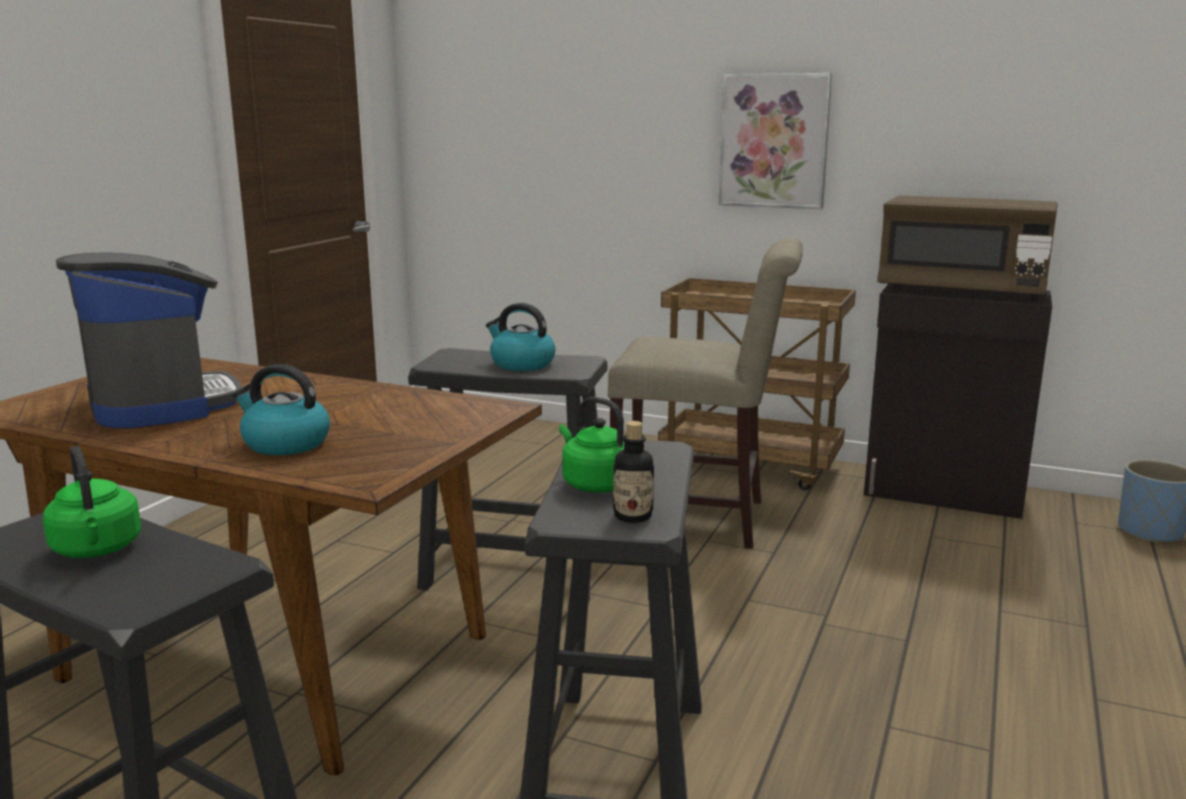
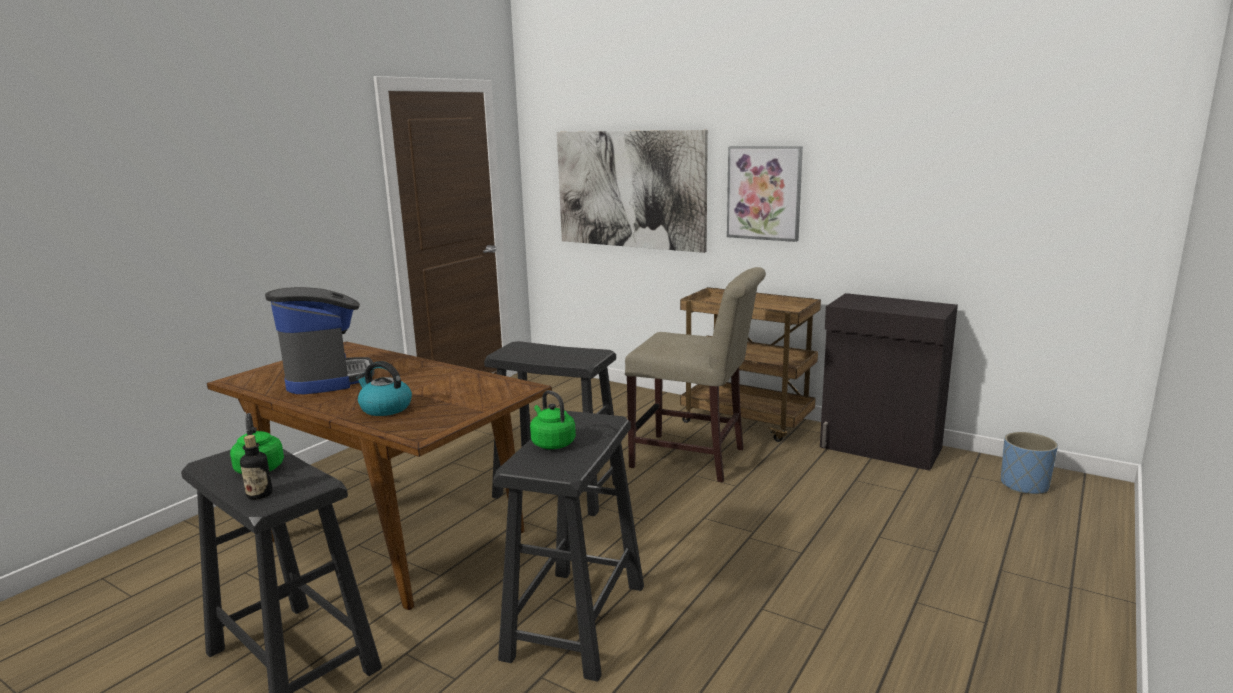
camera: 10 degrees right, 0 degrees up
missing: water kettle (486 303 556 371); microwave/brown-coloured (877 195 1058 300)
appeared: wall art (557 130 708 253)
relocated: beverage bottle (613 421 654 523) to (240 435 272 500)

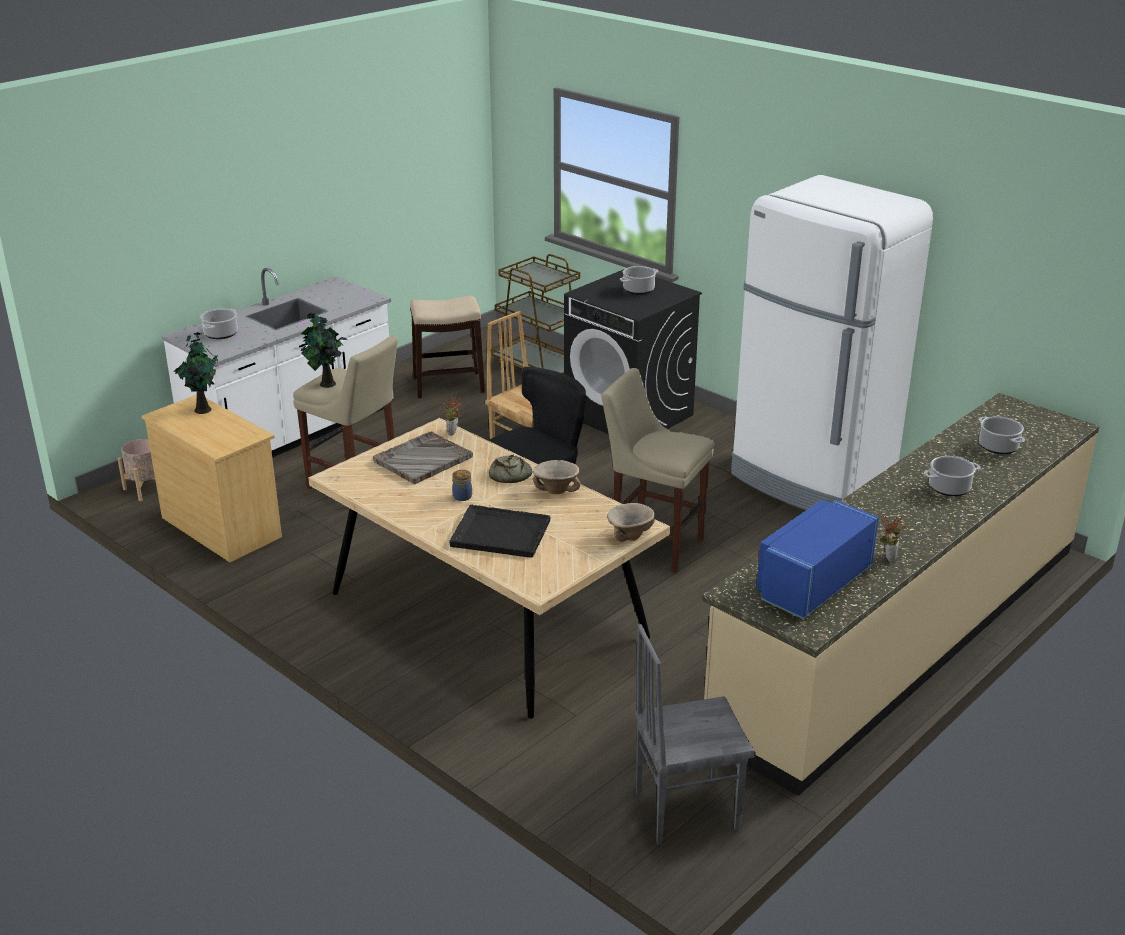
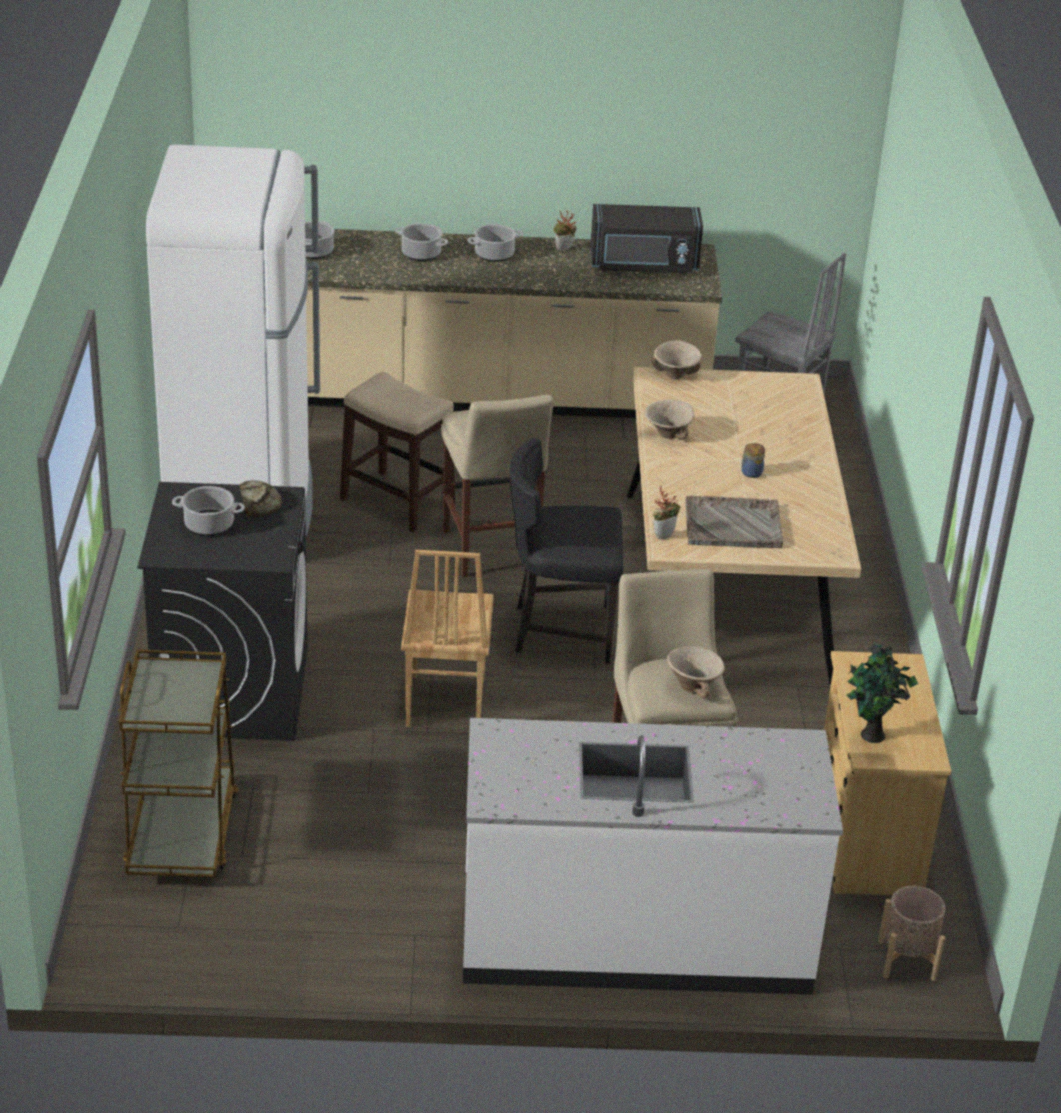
camera: 135 degrees left, 5 degrees up
missing: tray/black-coloured (449 505 550 558)
relocated: saucepot (200 308 238 339) to (467 224 523 262); sitting stool (410 296 485 398) to (340 372 455 533); bakery bread (489 455 532 483) to (240 480 282 517)
exchanged: plant in a pot (301 312 347 388) to serving bowl/beige-coloured (667 646 725 699)
colour: microwave/bluish (756 500 879 619) to microwave/black-coloured (590 204 703 273)

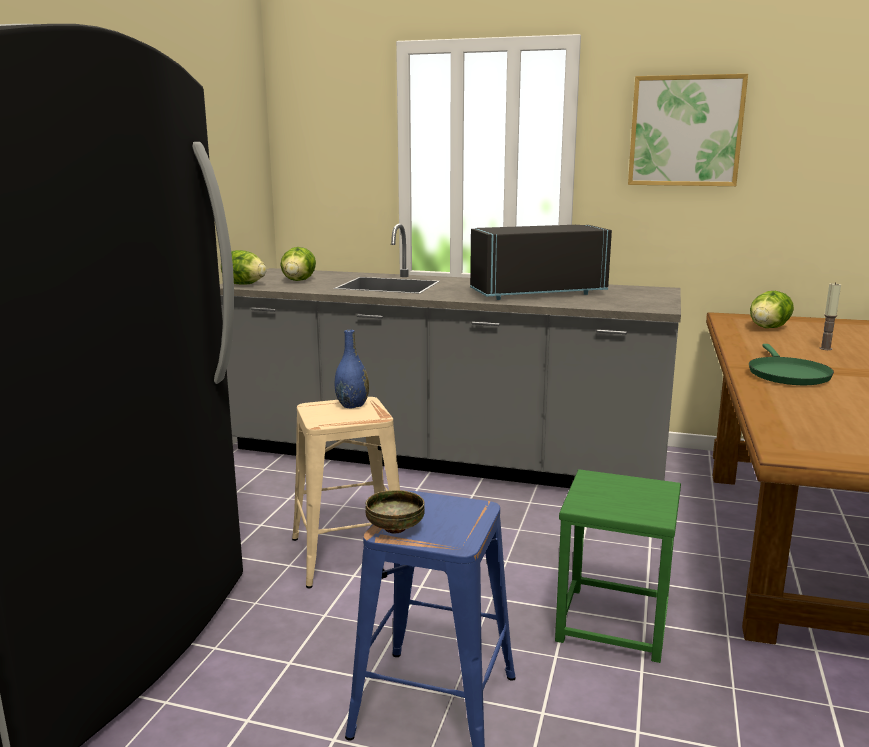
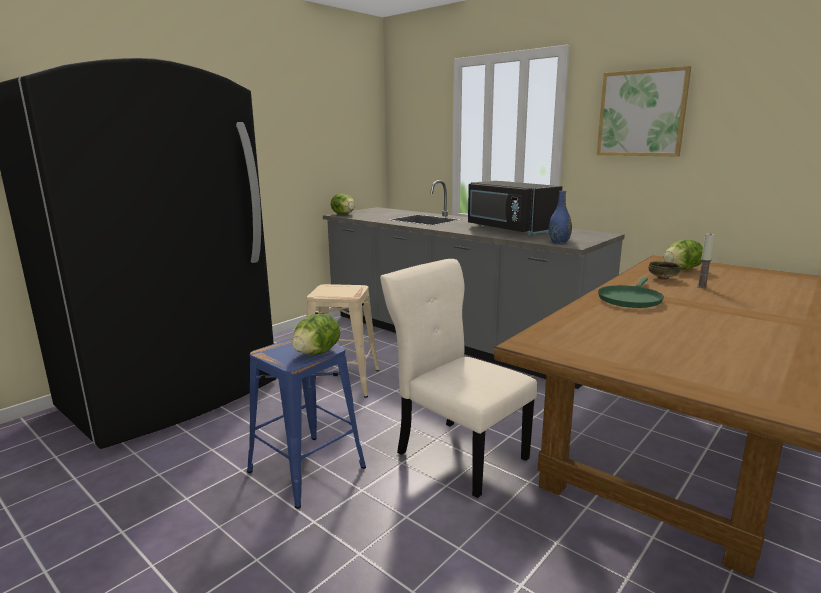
camera: 25 degrees right, 0 degrees up
relocated: lettuce (280 247 316 281) to (292 314 340 355); decorative vase/bluish (335 330 369 408) to (549 191 572 243); serving bowl (365 490 425 533) to (648 261 681 280)
exchanged: sitting stool/greenish (555 469 681 663) to upright chair/beige-coloured (380 259 537 498)
spun: microwave/black-coloured (470 225 612 300) = (468 181 562 236) 135 degrees counterclockwise

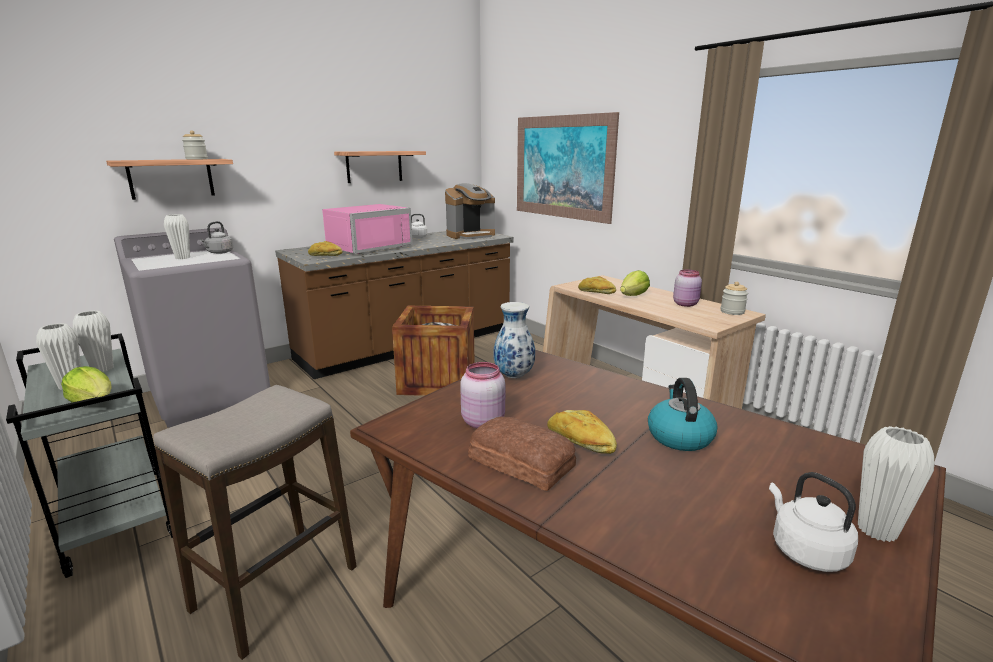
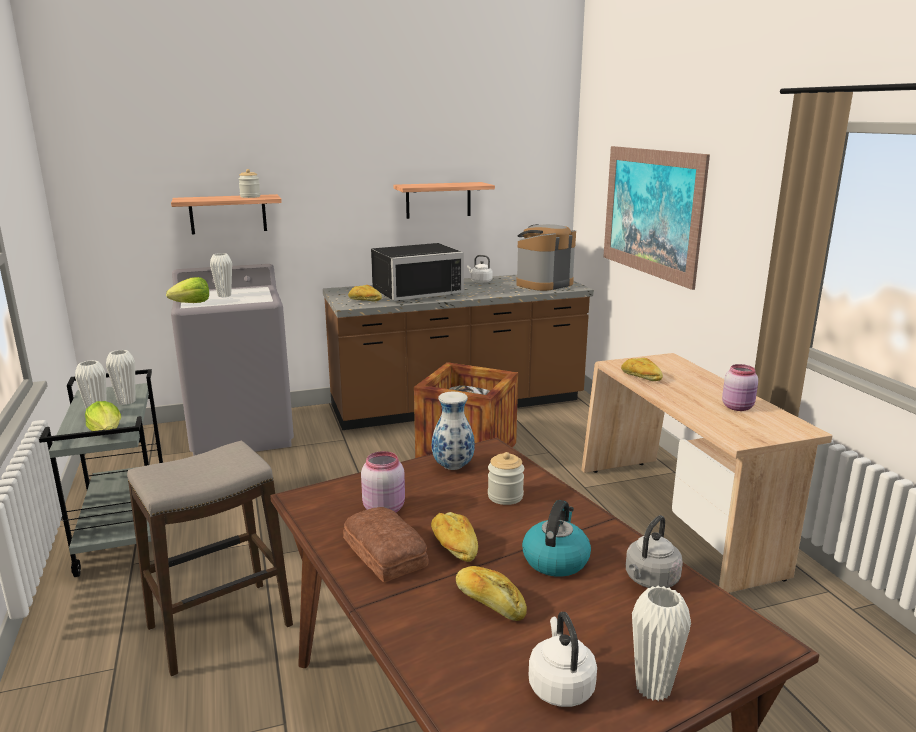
camera: 20 degrees right, 0 degrees up
appeared: bakery bread (456 566 527 621)
relocated: water kettle/gray (199 221 233 254) to (626 515 683 588); lettuce (620 270 650 296) to (166 277 209 303); storage jar (721 282 748 315) to (488 452 524 505)
colour: microwave/pink-coloured (322 204 413 254) to microwave/black-coloured (371 243 464 301)
spun: coffee brewer (445 183 495 239) = (516 224 576 291) 150 degrees clockwise

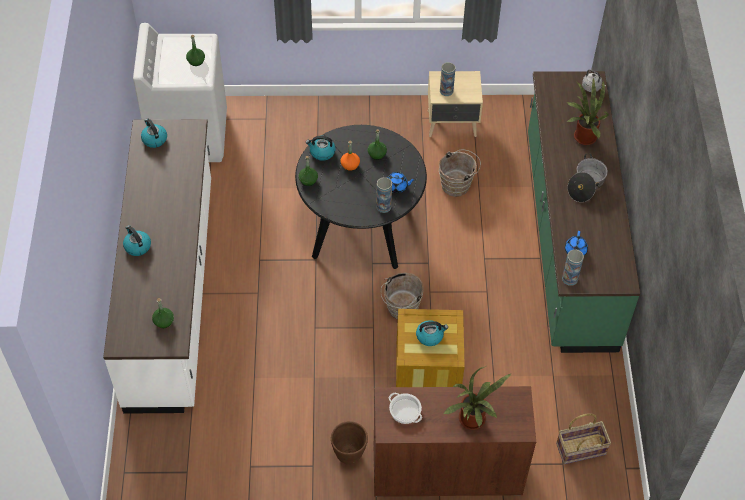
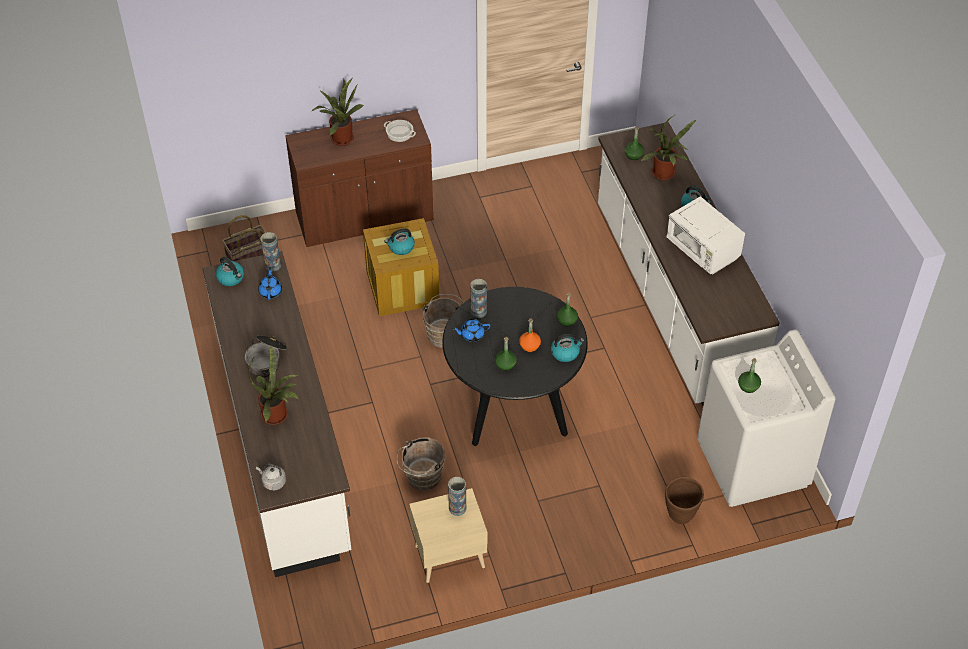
camera: 165 degrees right, 5 degrees down
appeared: plant in a pot (640 114 696 180); microwave/white-coloured (667 196 745 275)
relocated: water kettle (141 119 167 148) to (216 257 244 286); planter/brown-coloured (331 421 368 465) to (665 477 704 524)
colour: kitchen base unit/greenish (528 71 640 353) to kitchen base unit/white-coloured (202 251 351 577)

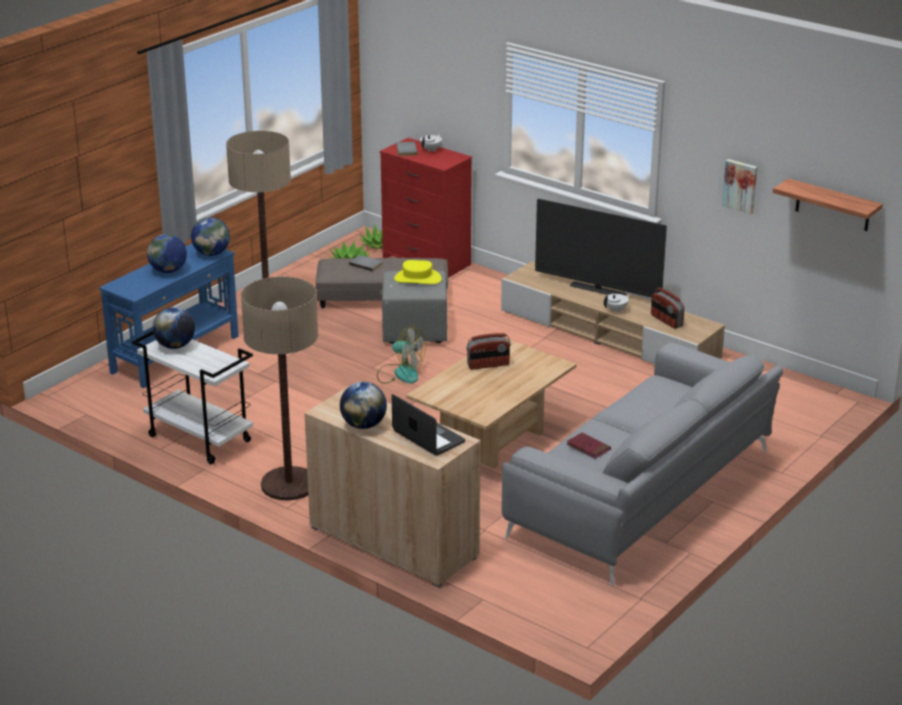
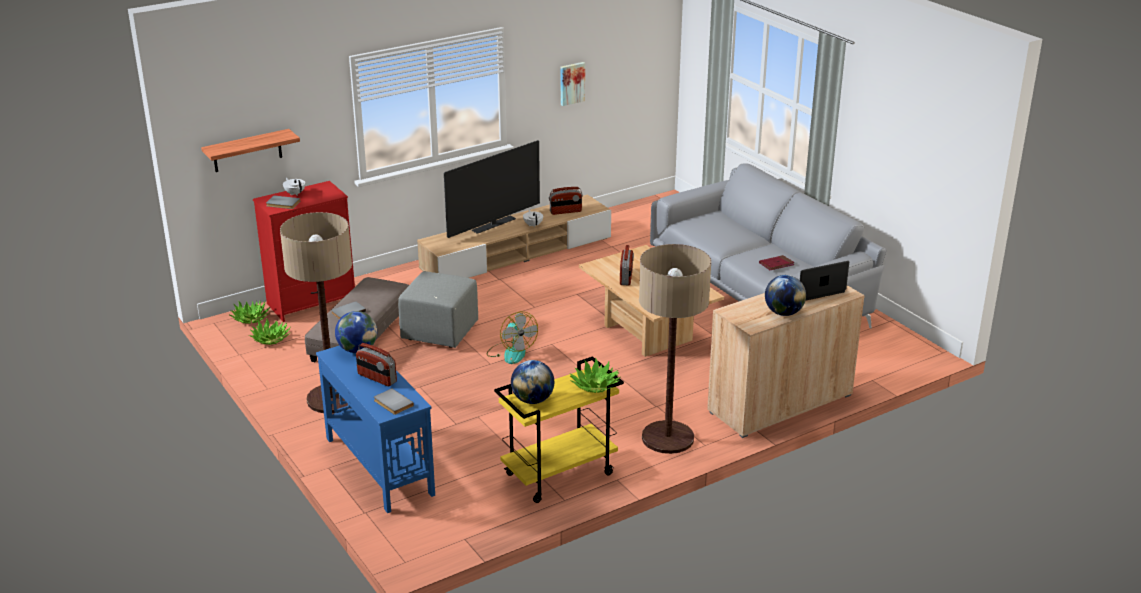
camera: 70 degrees left, 0 degrees up
missing: hat/yellow (394 260 441 284)
appeared: book/gray (374 388 414 415); plant in a pot (570 358 620 393)
relocated: shelf (773 178 883 231) to (201 129 300 172)
exchanged: globe (147 234 187 273) to radio receiver (356 343 397 386)
colour: wheeled cart/white-coloured (132 331 253 464) to wheeled cart/yellow (494 356 624 503)
spun: fan (377 326 426 384) = (487 312 538 364) 105 degrees clockwise

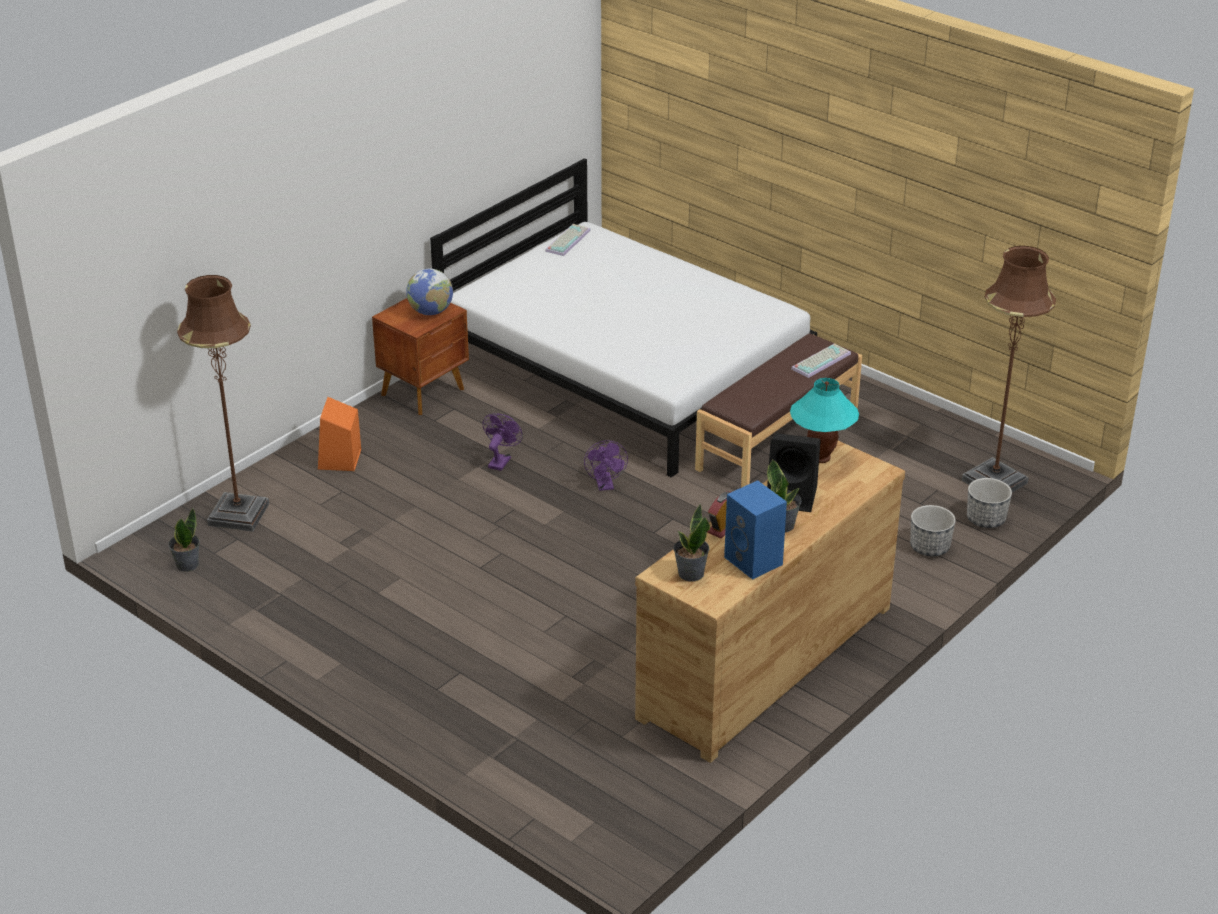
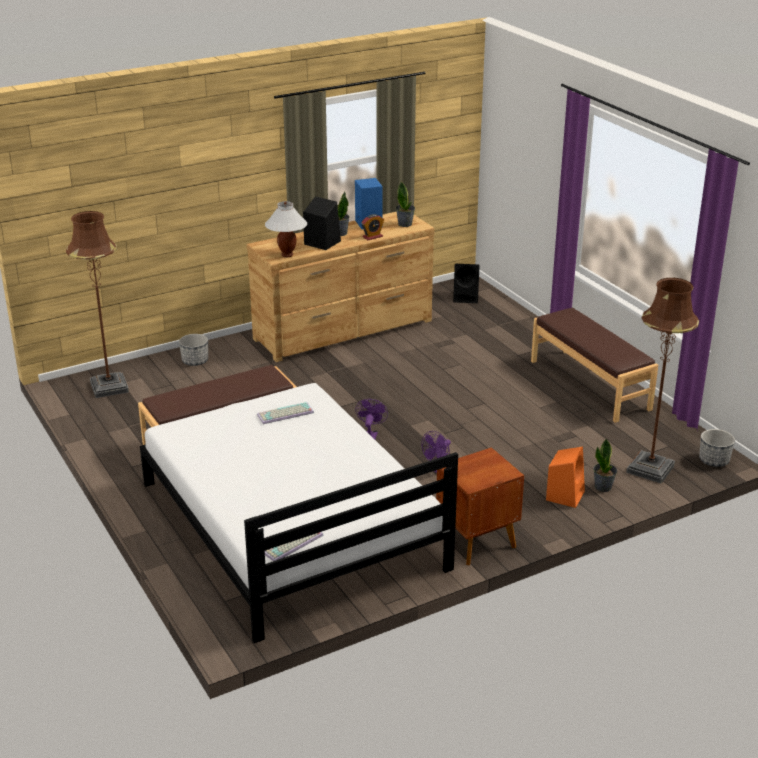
camera: 160 degrees left, 5 degrees down
missing: globe (406 269 453 315)
appeared: audio speaker/black-coloured (453 264 480 303); bench/brown-coloured (531 307 658 423)
relocated: plant in a pot (168 508 200 572) to (593 438 617 492); computer keyboard (791 343 851 378) to (257 402 314 424); planter (967 478 1012 528) to (699 429 735 467)
colour: lamp for a table/blue-green (790 378 859 463) to lamp for a table/white-coloured (265 201 307 257)

